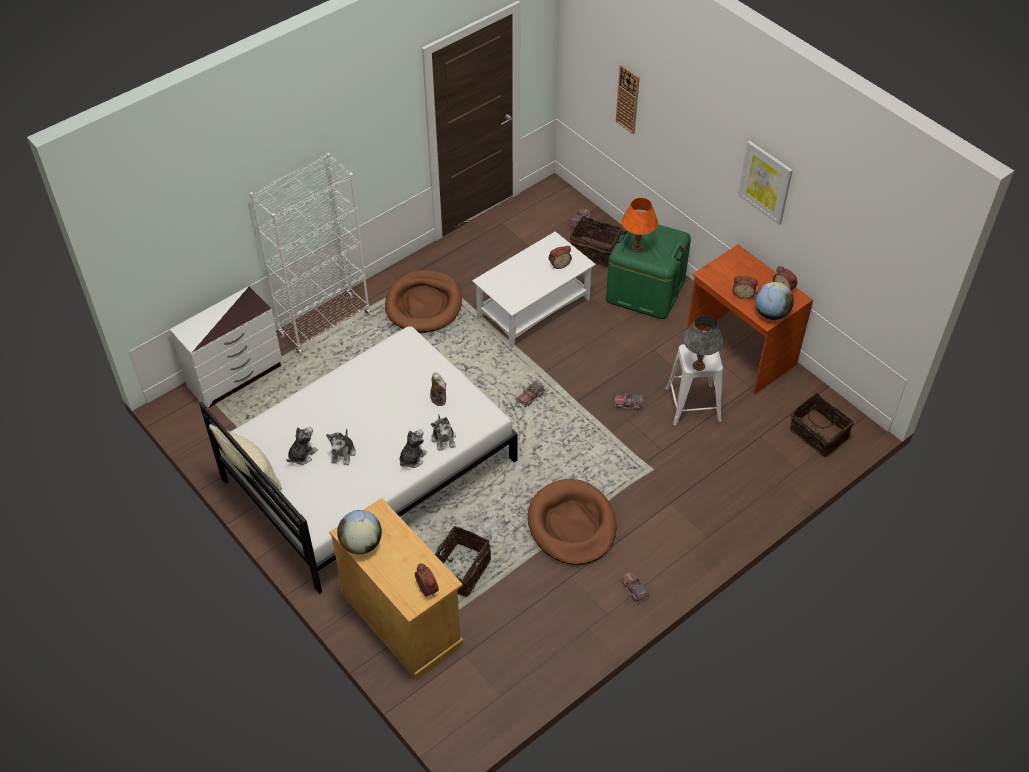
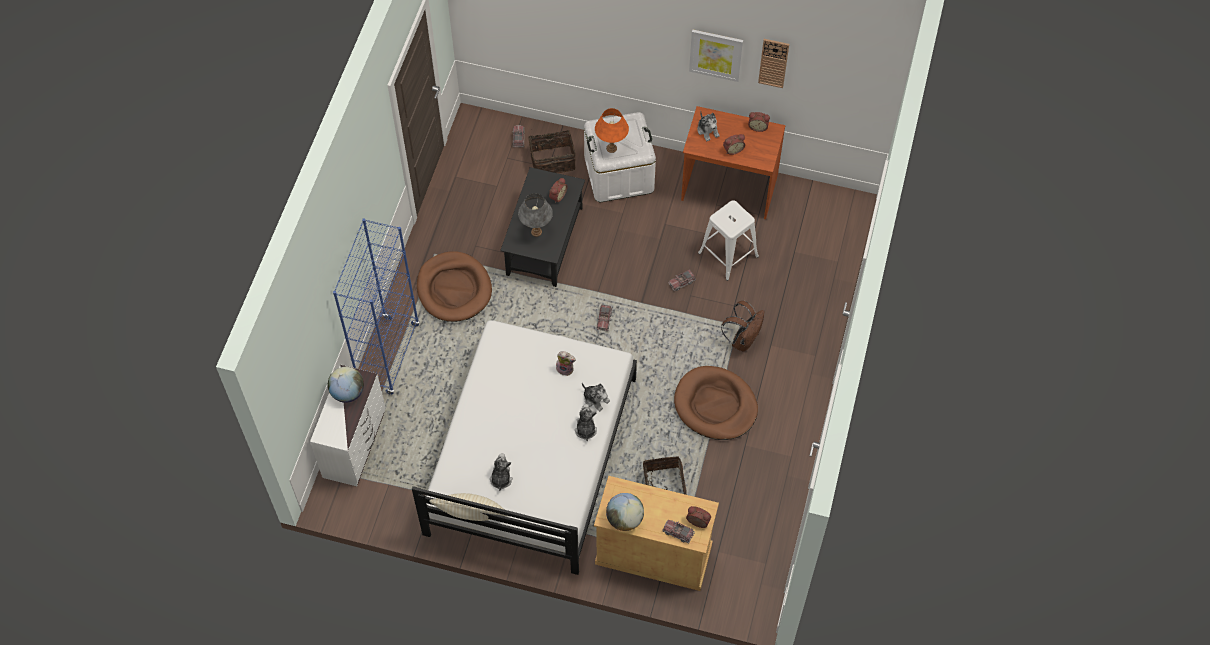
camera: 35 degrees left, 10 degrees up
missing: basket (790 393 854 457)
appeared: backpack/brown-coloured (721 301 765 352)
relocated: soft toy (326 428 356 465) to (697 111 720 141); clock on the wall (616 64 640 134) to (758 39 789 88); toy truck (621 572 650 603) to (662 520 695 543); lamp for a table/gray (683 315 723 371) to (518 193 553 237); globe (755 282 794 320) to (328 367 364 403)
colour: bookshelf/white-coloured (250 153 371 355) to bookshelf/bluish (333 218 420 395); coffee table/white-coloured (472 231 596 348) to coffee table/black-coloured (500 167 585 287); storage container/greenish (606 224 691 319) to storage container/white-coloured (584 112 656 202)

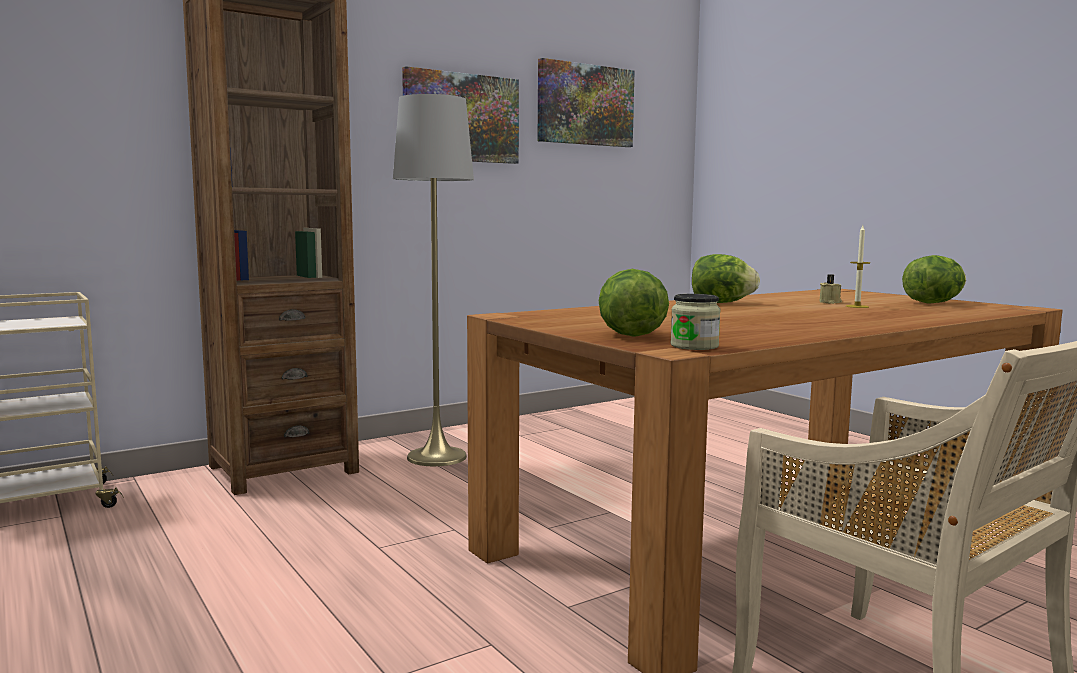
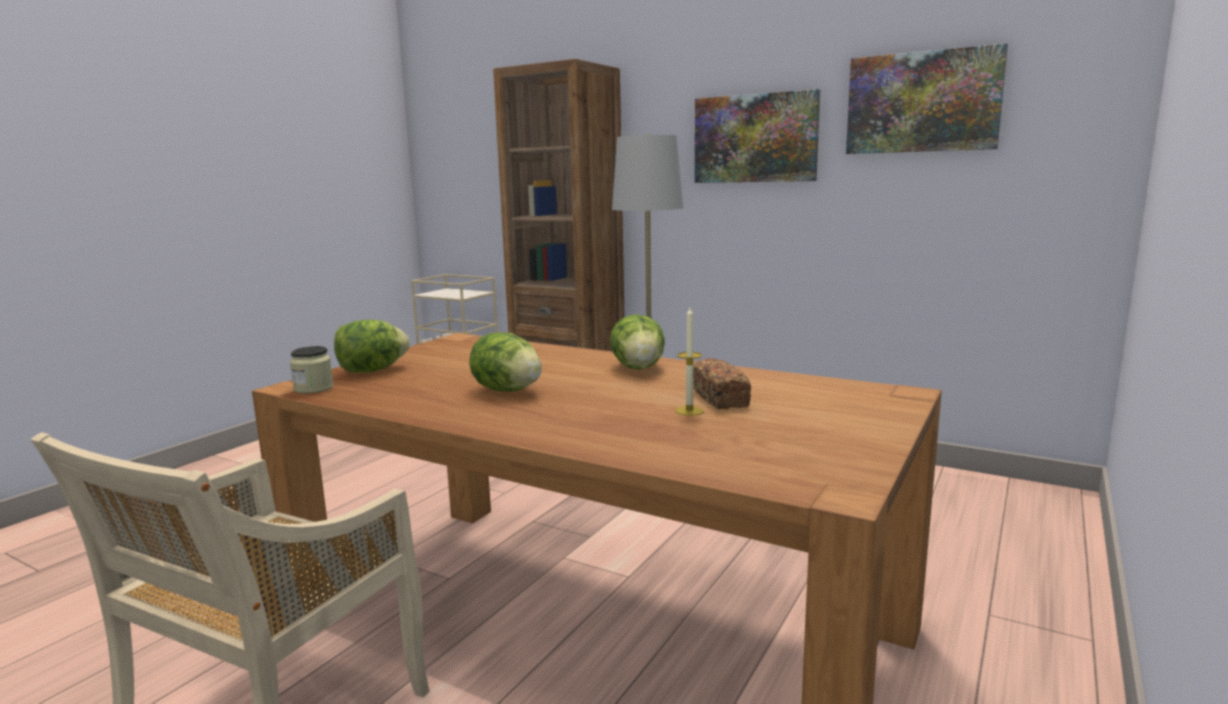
camera: 65 degrees right, 5 degrees up
relocated: lettuce (902 255 966 304) to (469 332 542 392)
exchanged: wax light/beige-coloured (819 274 842 304) to bakery bread (693 358 751 409)

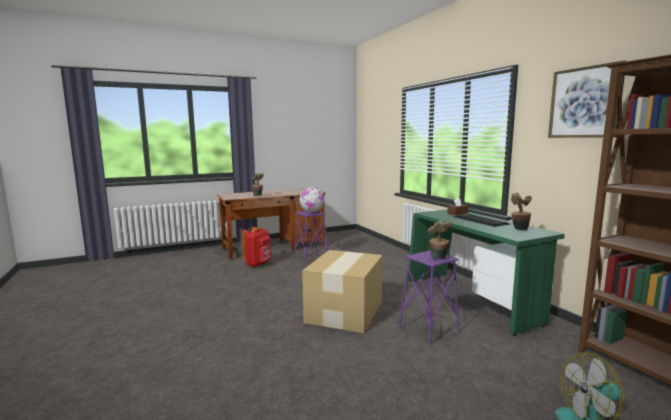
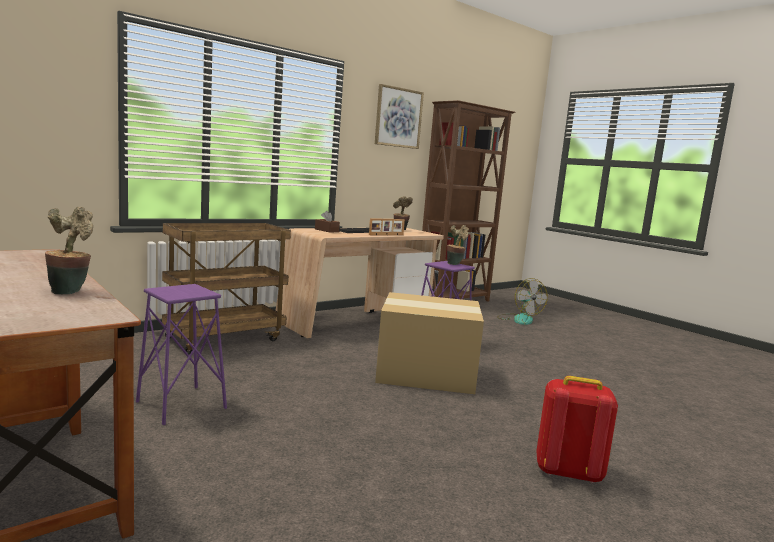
camera: 105 degrees left, 0 degrees up
missing: globe (299 187 324 212)
appeared: wheeled cart/brown-coloured (162 223 291 354); standing frame (369 218 405 235)
relocated: backpack/red-coloured (241 227 272 267) to (536 376 618 483)
colour: desk table/greenish (407 209 565 336) to desk table/beige-coloured (275 228 444 338)

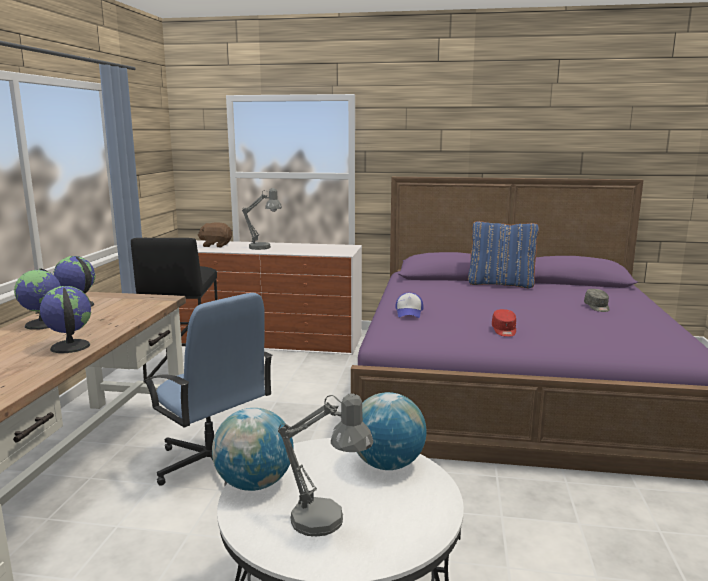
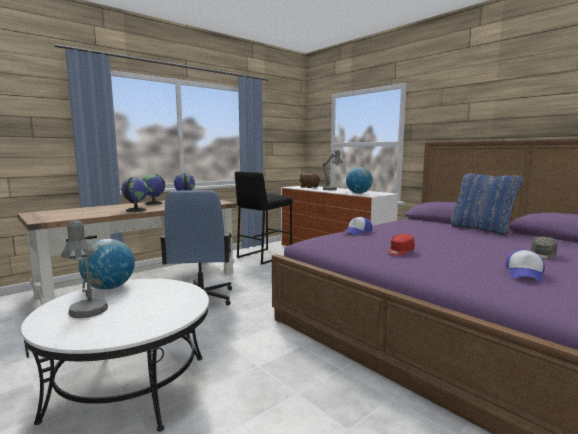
camera: 40 degrees right, 5 degrees down
appeared: cap (505 250 545 282)
relocated: globe (357 392 427 470) to (346 167 373 194)

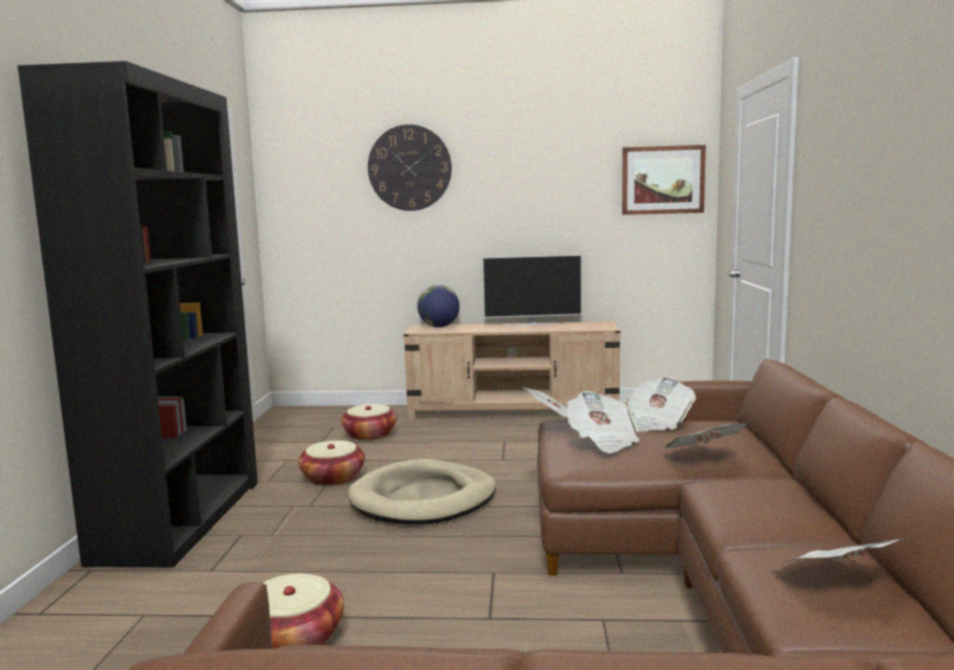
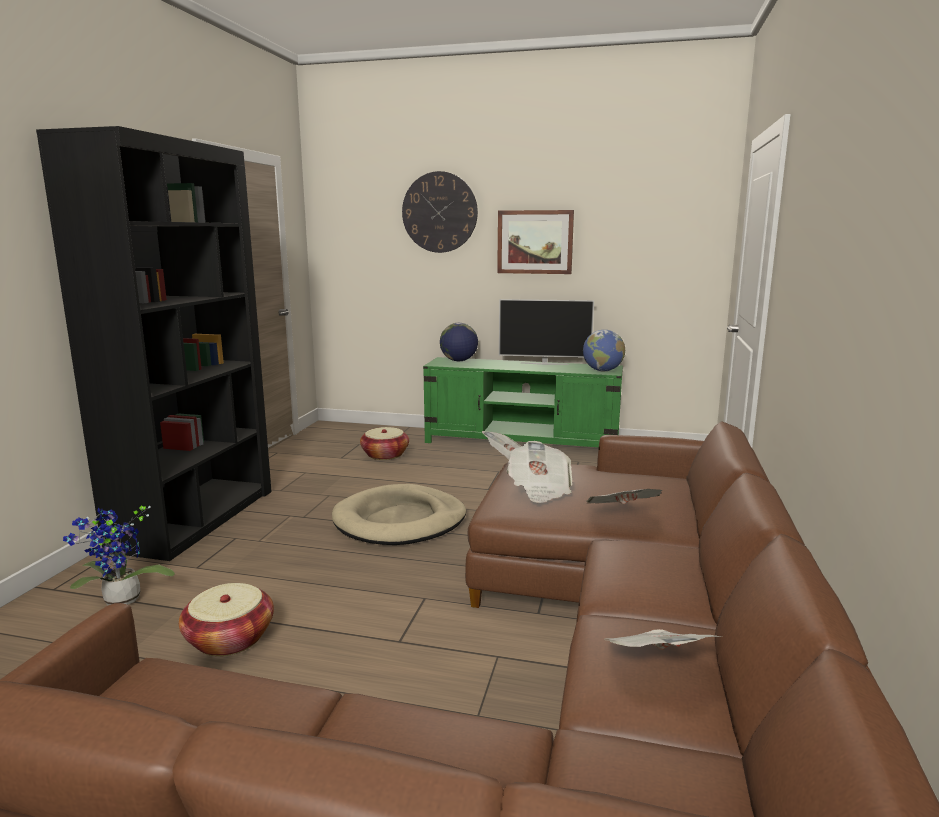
camera: 10 degrees right, 5 degrees up
missing: basket (298 440 365 486); daily paper (627 377 696 431)
appeared: plant in a pot (63 506 175 606); globe (583 330 625 371)
relocated: wall art (622 145 706 215) to (497 210 574 274)
colour: tv unit/beige-coloured (404 322 620 420) to tv unit/greenish (423 357 623 447)

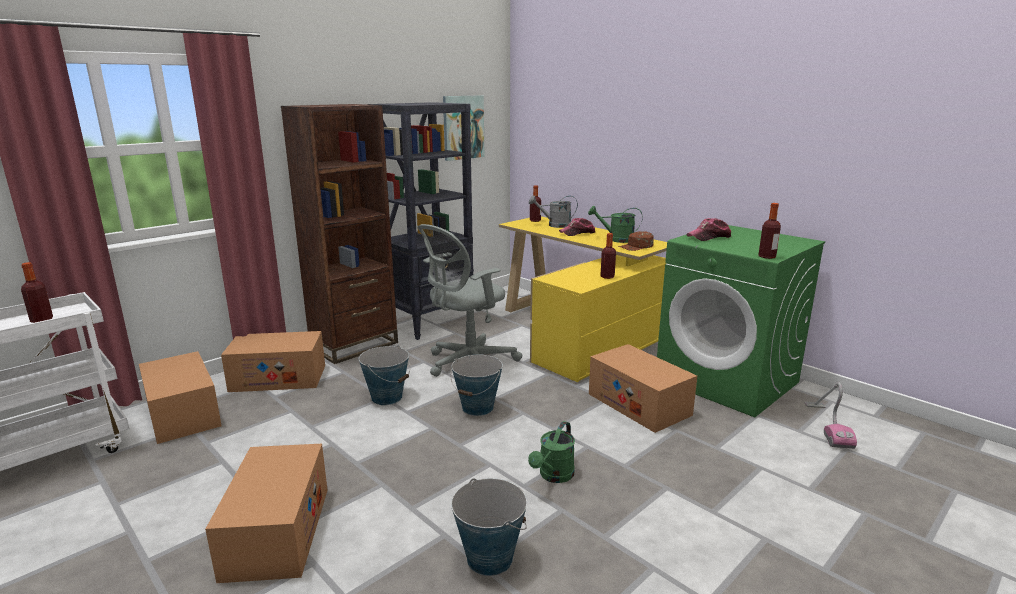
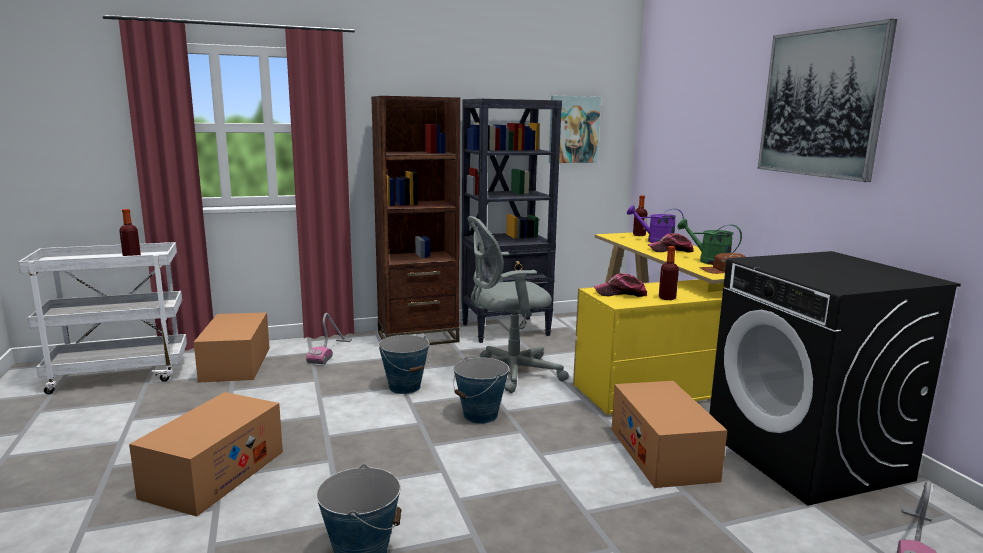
camera: 25 degrees right, 5 degrees down
missing: watering pot/greenish (528 421 575 483); beverage bottle (758 203 781 259)
appeared: wall art (758 19 897 182)
relocated: cap (686 218 732 241) to (594 273 647 297)
exchanged: packing box (221 331 325 392) to hoover (306 313 352 364)
colour: watering pot/gray (529 196 578 228) to watering pot/purple-coloured (627 205 684 243); laundry appliance/greenish (657 225 825 417) to laundry appliance/black-coloured (709 251 961 506)

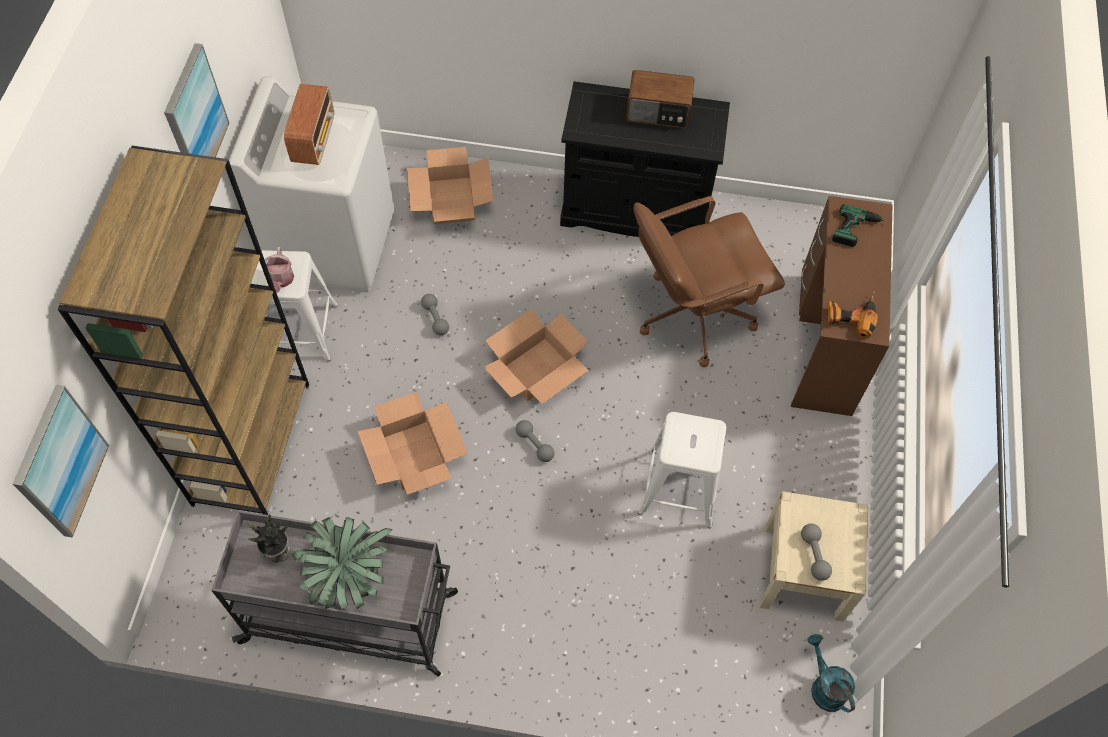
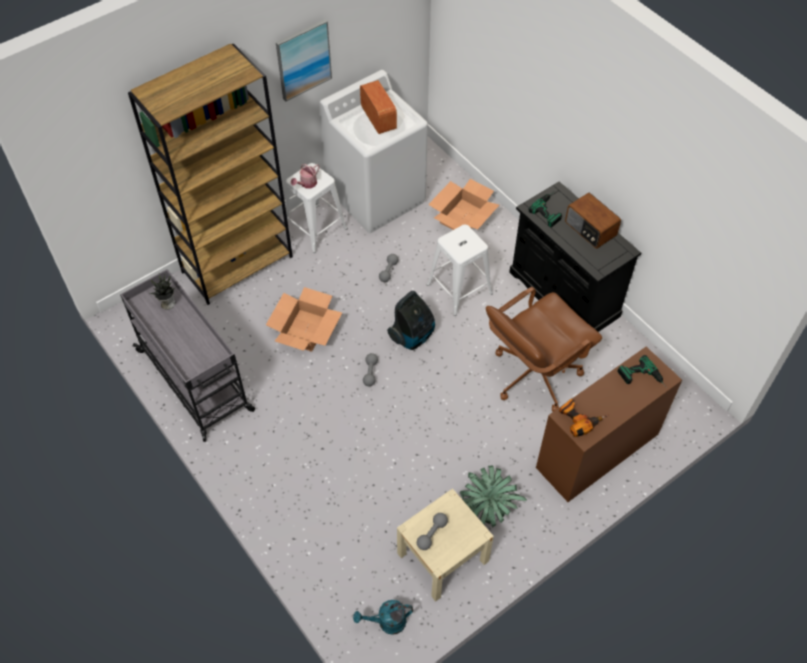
camera: 45 degrees right, 5 degrees down
missing: wall art (13 385 109 537)
appeared: electric drill (528 193 562 228)
relocated: plant in a pot (291 517 393 609) to (460 465 527 528); sitting stool/white-coloured (638 412 726 528) to (427 224 493 316)
exchanged: packing box (484 309 589 404) to hoover (387 291 435 350)
spun: radio receiver (284 84 334 165) = (360 80 397 134) 75 degrees counterclockwise; office chair/brown-coloured (634 196 785 367) = (486 287 602 412) 60 degrees counterclockwise; watering pot/blue-green (807 634 855 713) = (353 600 413 635) 120 degrees counterclockwise

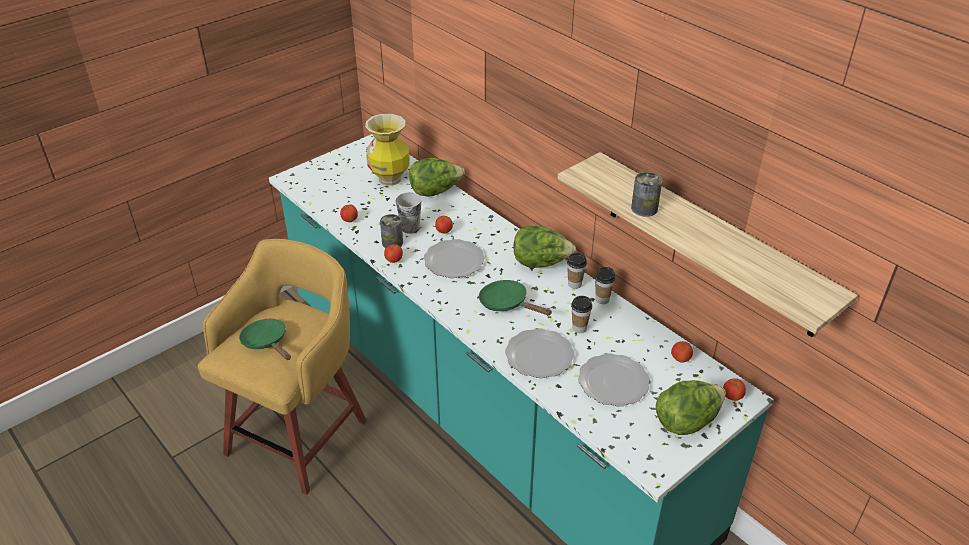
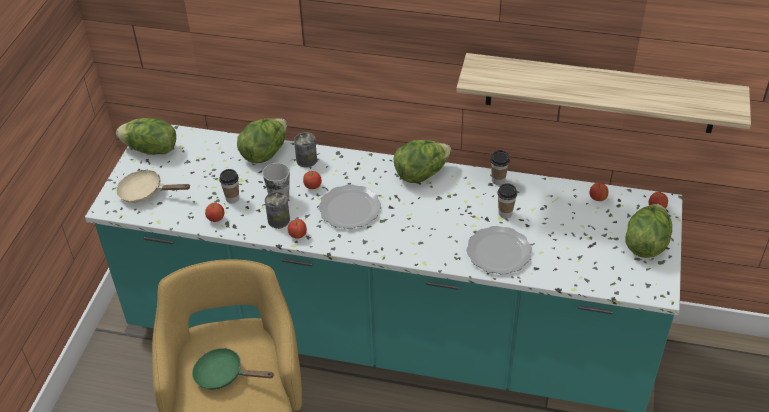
camera: 35 degrees left, 5 degrees up
missing: decorative vase (365 114 410 186); pan/greenish (479 280 552 315); flat dish (578 353 650 406)
appeared: lettuce (116 118 176 155); pan/beige-coloured (116 169 191 203)
relocated: drinking cup (567 253 587 289) to (219 169 239 203); sealed can (631 172 662 217) to (294 132 317 168)

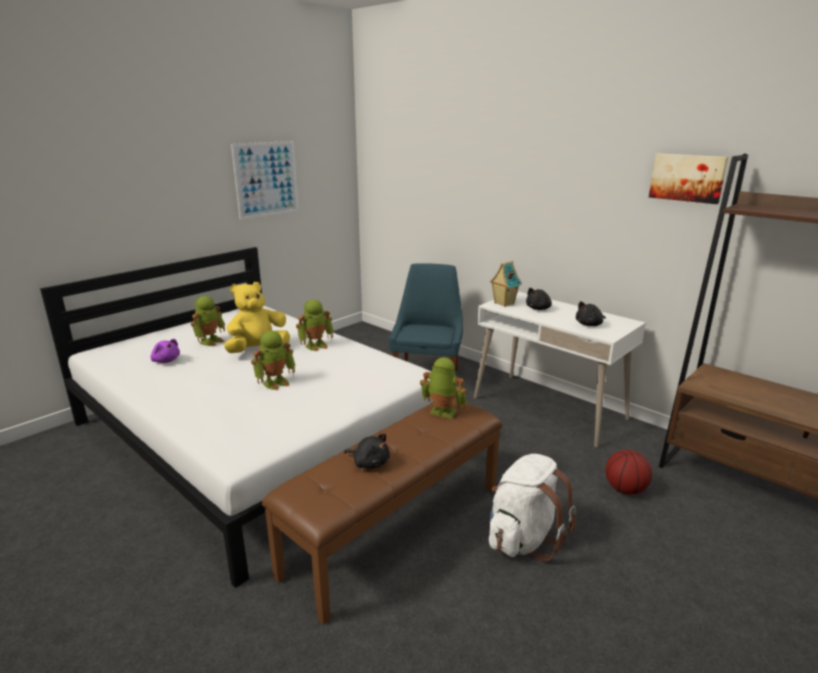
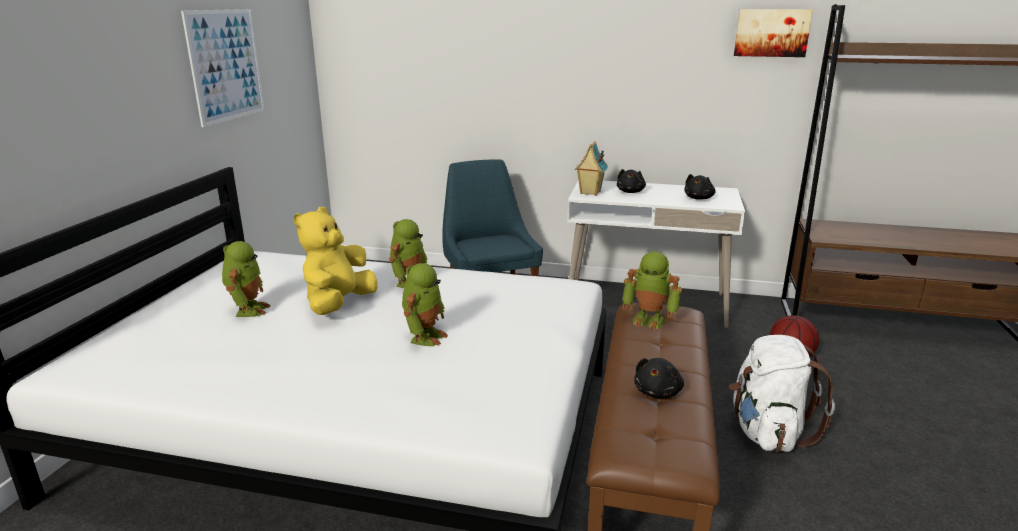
camera: 30 degrees left, 0 degrees up
missing: soft toy/purple-coloured (150 339 180 363)
spun: soft toy/black-coloured (344 433 390 469) = (634 358 684 398) 120 degrees clockwise; model robot (420 357 467 419) = (622 251 683 330) 150 degrees counterclockwise

